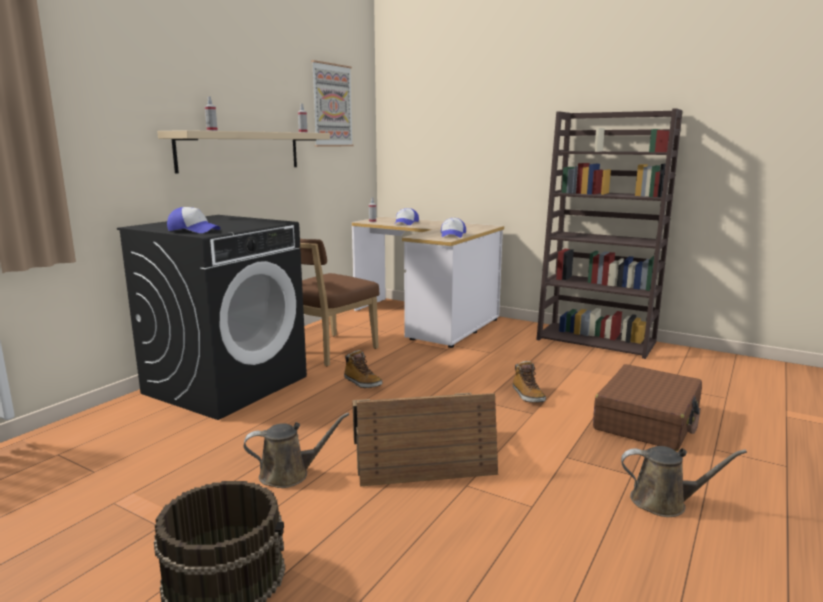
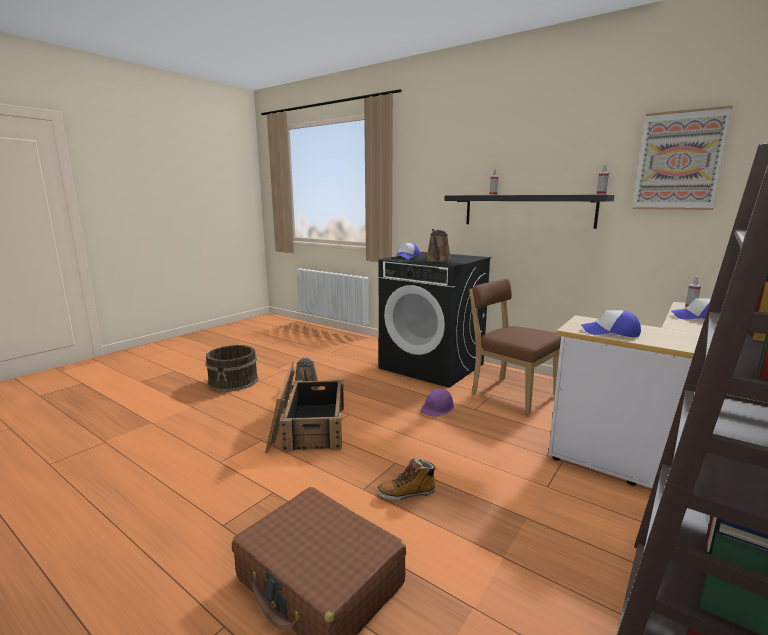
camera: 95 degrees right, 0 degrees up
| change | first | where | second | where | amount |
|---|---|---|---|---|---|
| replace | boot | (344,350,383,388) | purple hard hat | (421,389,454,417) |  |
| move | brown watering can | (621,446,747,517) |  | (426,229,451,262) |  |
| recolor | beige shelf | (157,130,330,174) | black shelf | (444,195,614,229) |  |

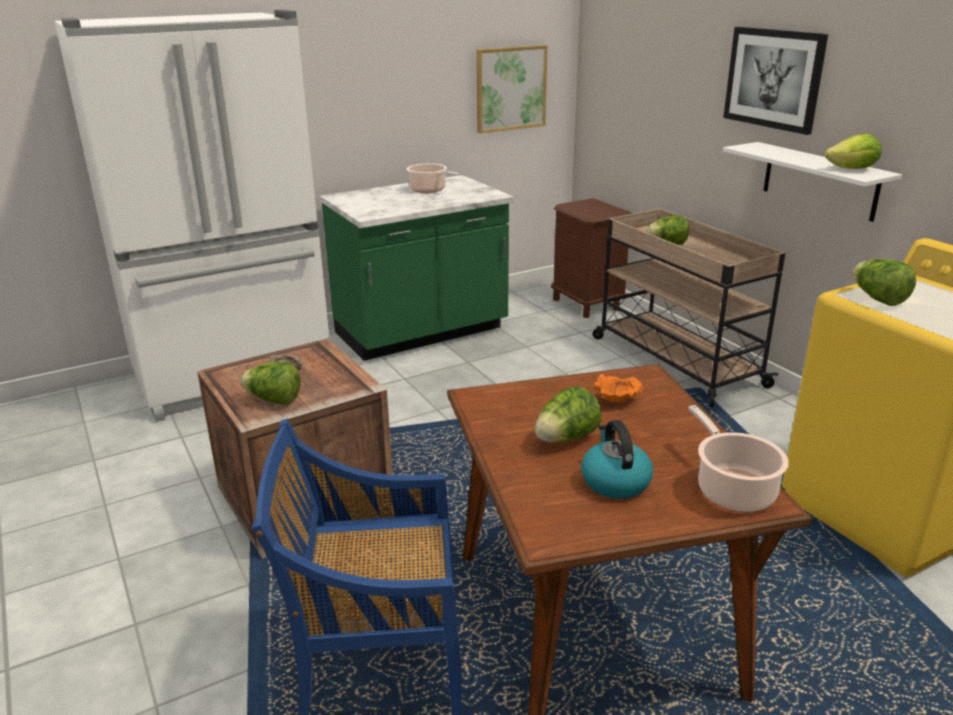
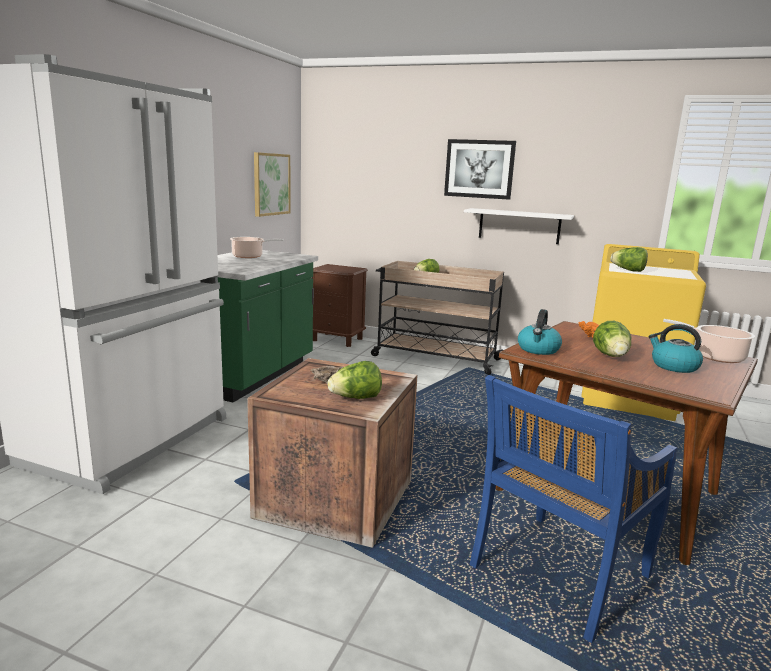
camera: 40 degrees left, 10 degrees down
| change | first | where | second | where | amount |
|---|---|---|---|---|---|
| insert |  |  | kettle | (518,309,562,355) |  |
| delete | lettuce | (824,134,882,169) |  |  |  |

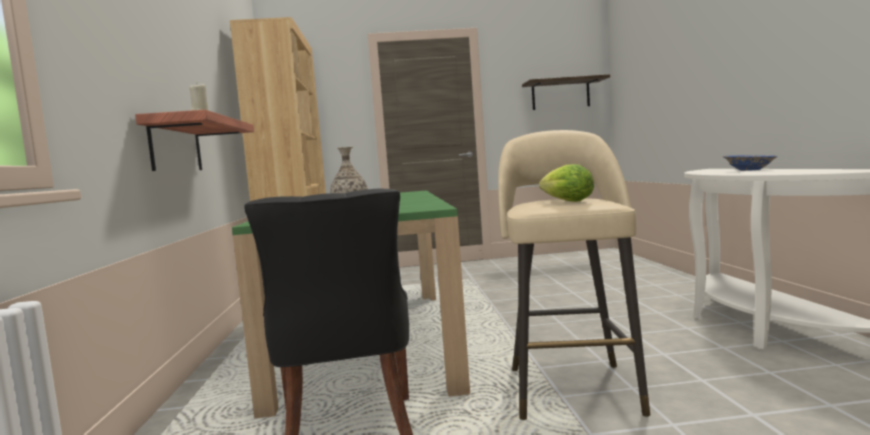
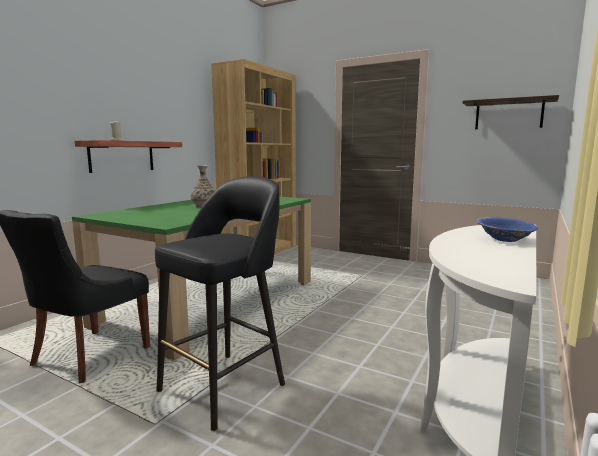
camera: 35 degrees right, 5 degrees up
| change | first | where | second | where | amount |
|---|---|---|---|---|---|
| recolor | beige stool | (498,130,650,420) | black stool | (155,176,285,431) |  |
| delete | lettuce | (539,164,594,202) |  |  |  |

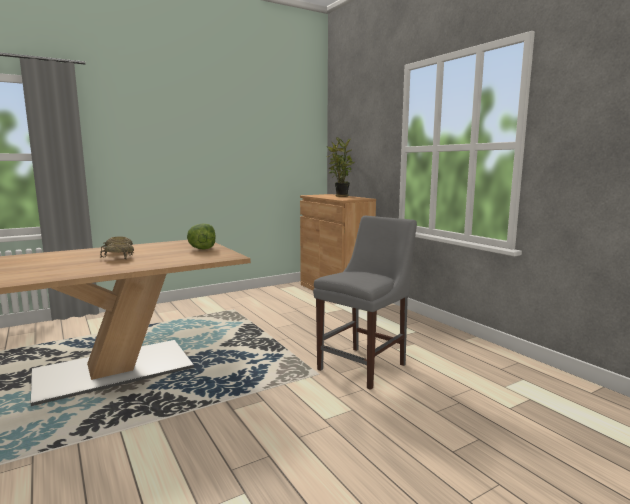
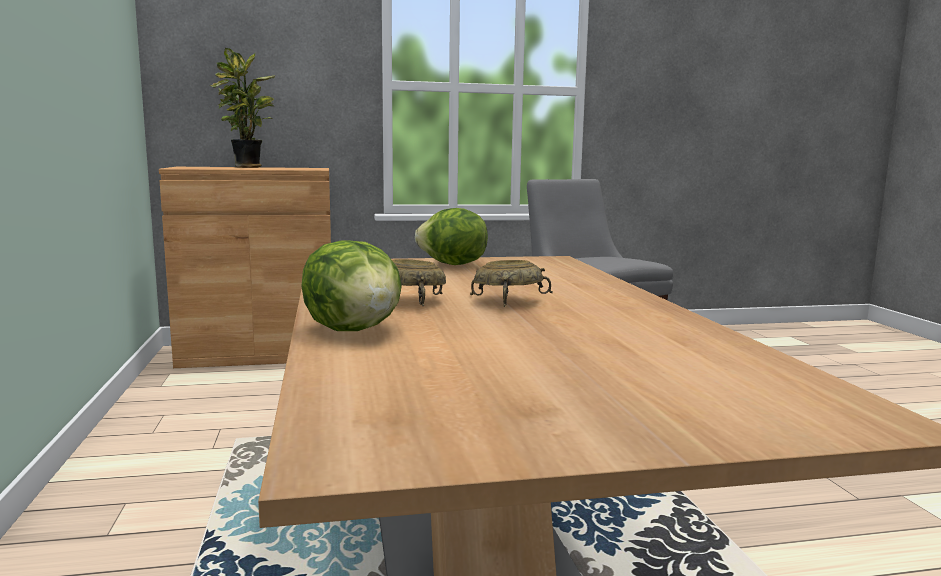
camera: 70 degrees left, 0 degrees up
| change | first | where | second | where | amount |
|---|---|---|---|---|---|
| insert |  |  | lettuce | (302,240,402,331) |  |

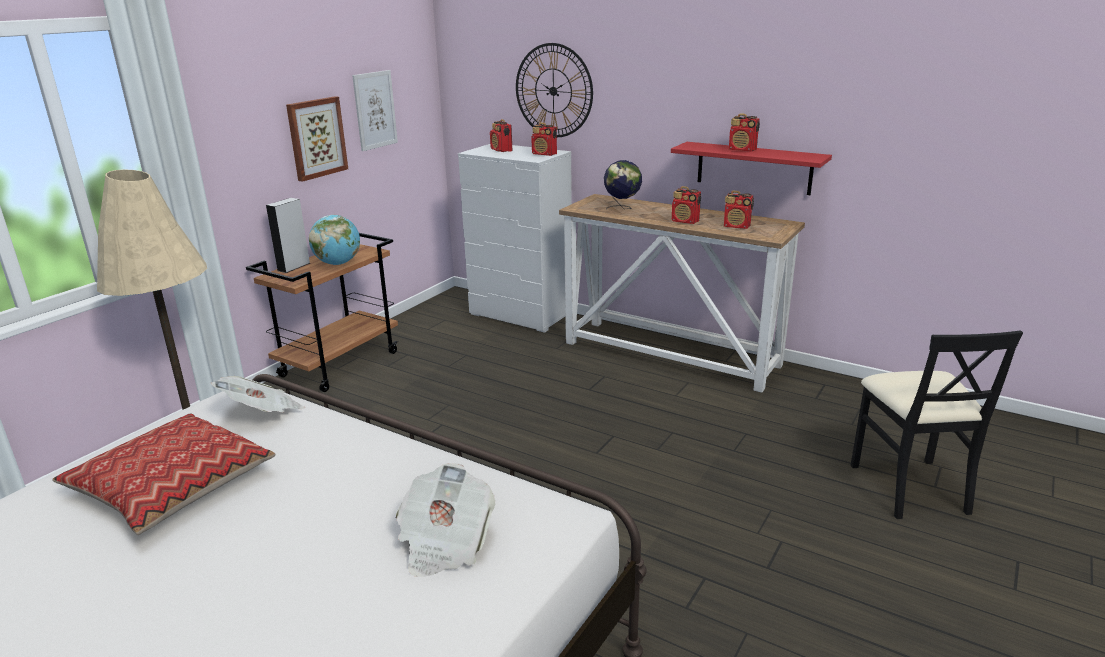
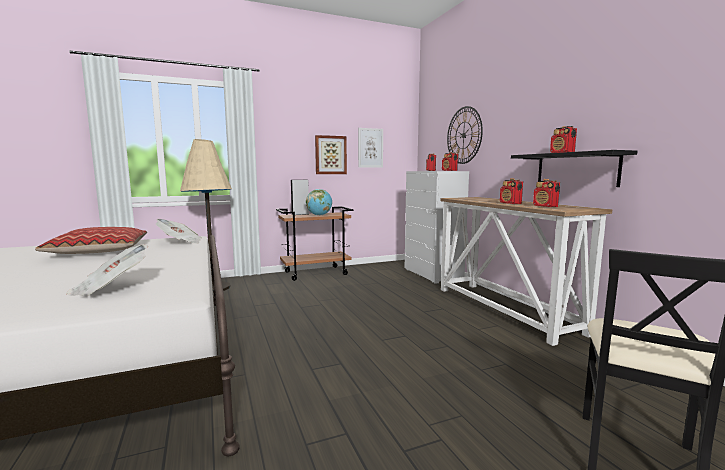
camera: 35 degrees right, 15 degrees down
| change | first | where | second | where | amount |
|---|---|---|---|---|---|
| recolor | red shelf | (671,142,832,195) | black shelf | (511,150,638,187) |  |
| delete | globe | (604,160,642,210) |  |  |  |

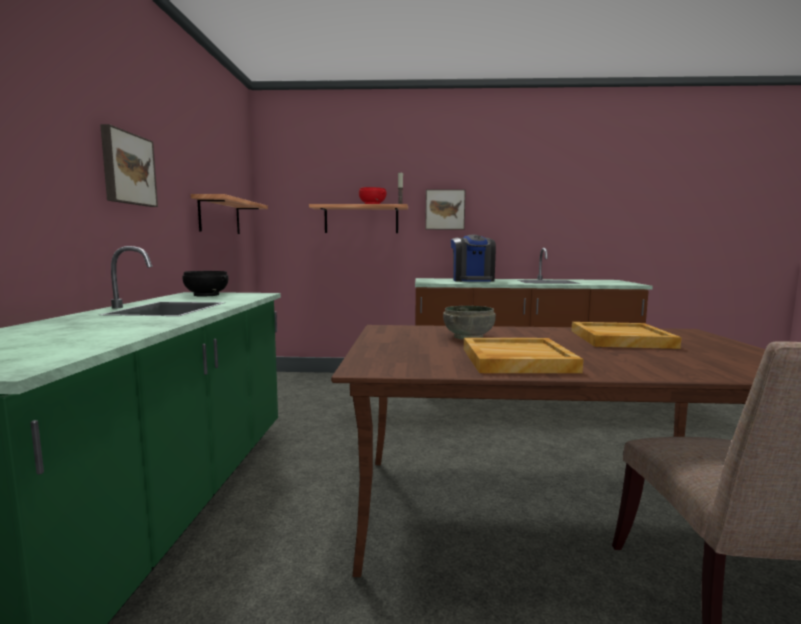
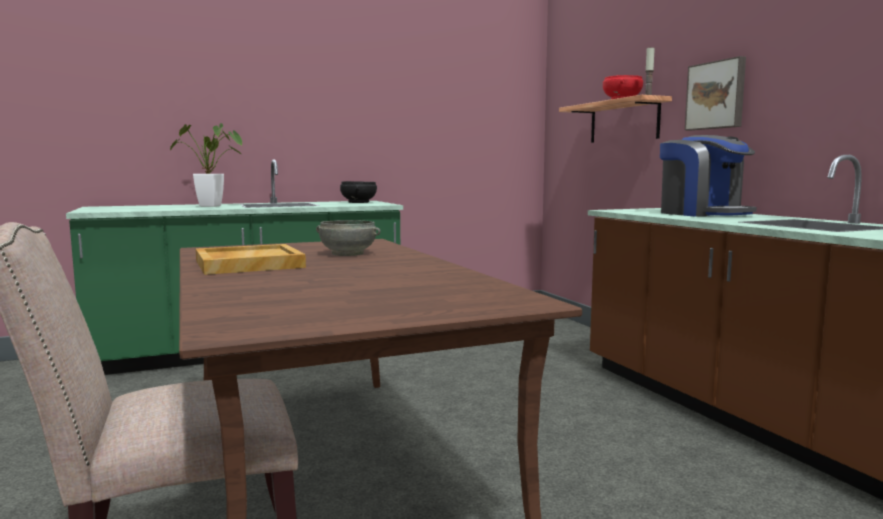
camera: 65 degrees right, 0 degrees up
| change | first | where | second | where | amount |
|---|---|---|---|---|---|
| insert |  |  | potted plant | (170,123,242,207) |  |
| rotate | coffee machine | (451,235,496,282) |  | (660,135,757,217) | 90 degrees counterclockwise |
| delete | picture | (100,124,158,207) |  |  |  |
| delete | shelf | (191,194,268,234) |  |  |  |
| delete | beige tray | (571,322,682,349) |  |  |  |

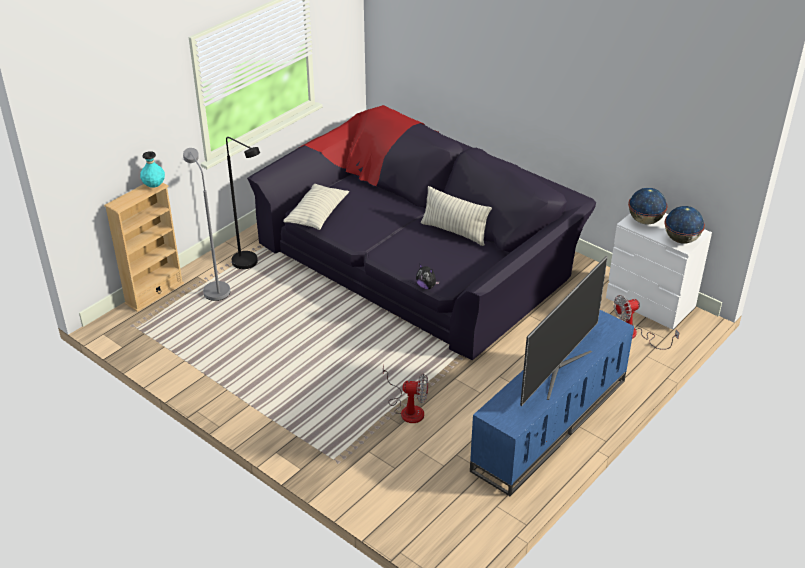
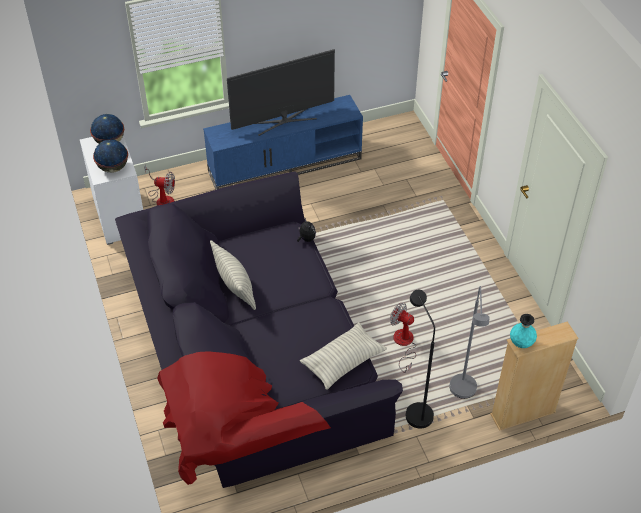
camera: 150 degrees left, 10 degrees up
| change | first | where | second | where | amount |
|---|---|---|---|---|---|
| move | fan | (383,365,428,423) |  | (390,302,416,373) |  |

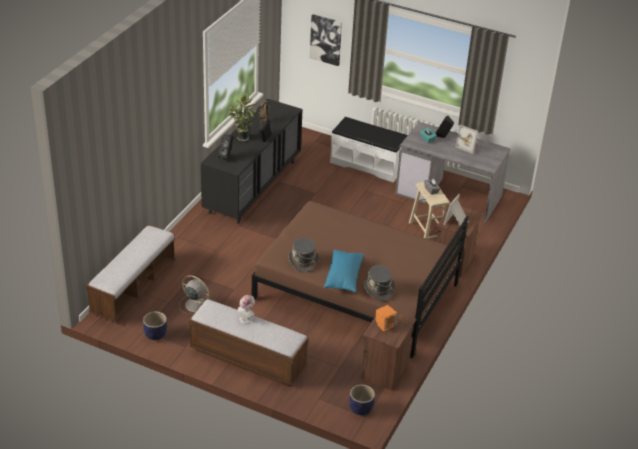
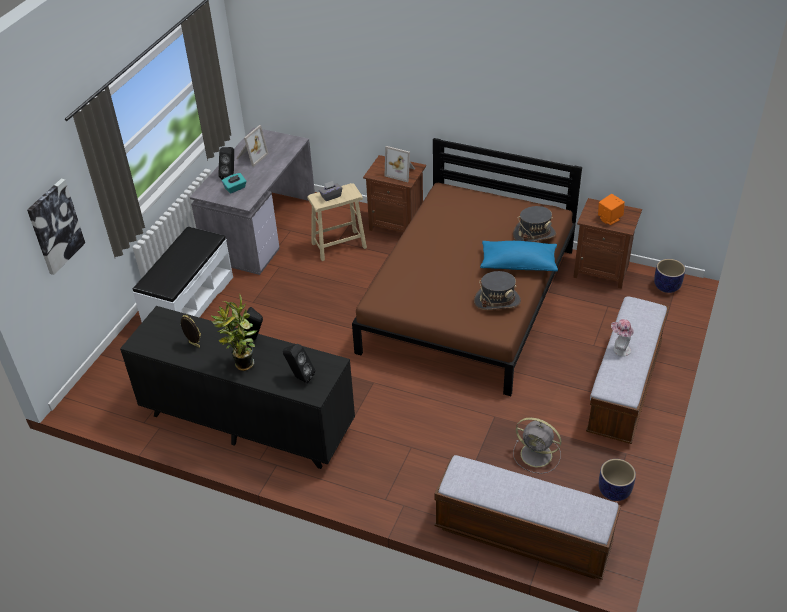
camera: 90 degrees left, 5 degrees up
| change | first | where | second | where | amount |
|---|---|---|---|---|---|
| rotate | grey fan | (179,275,210,314) |  | (513,417,561,474) | 90 degrees counterclockwise |

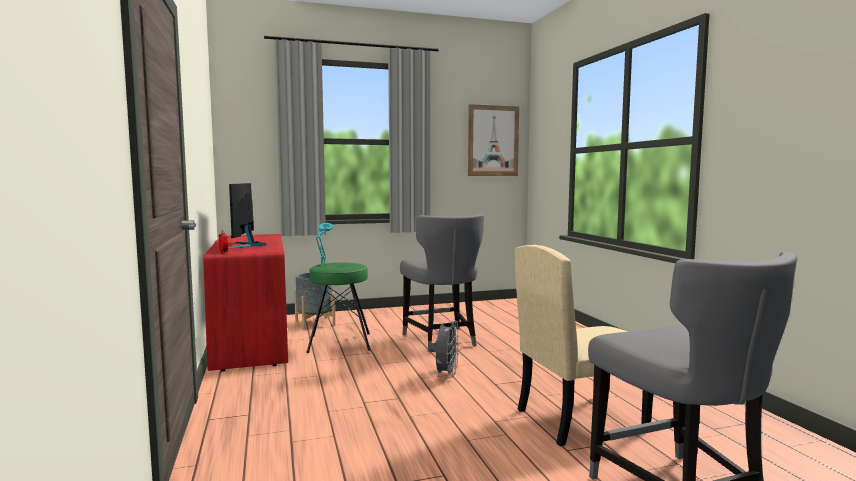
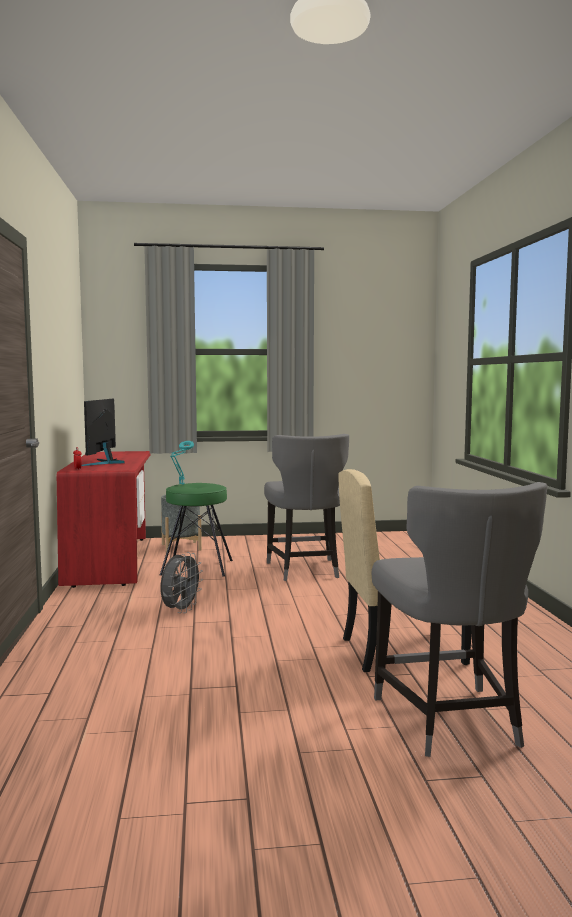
camera: 10 degrees right, 0 degrees up
| change | first | where | second | where | amount |
|---|---|---|---|---|---|
| move | grey fan | (430,321,460,378) |  | (160,552,203,613) |  |
| delete | picture | (468,104,519,176) |  |  |  |

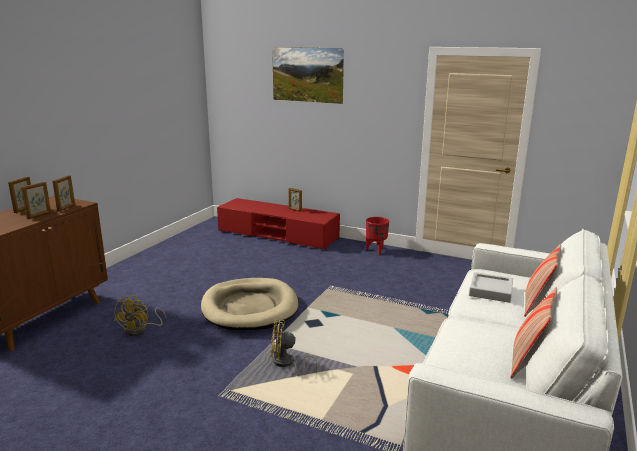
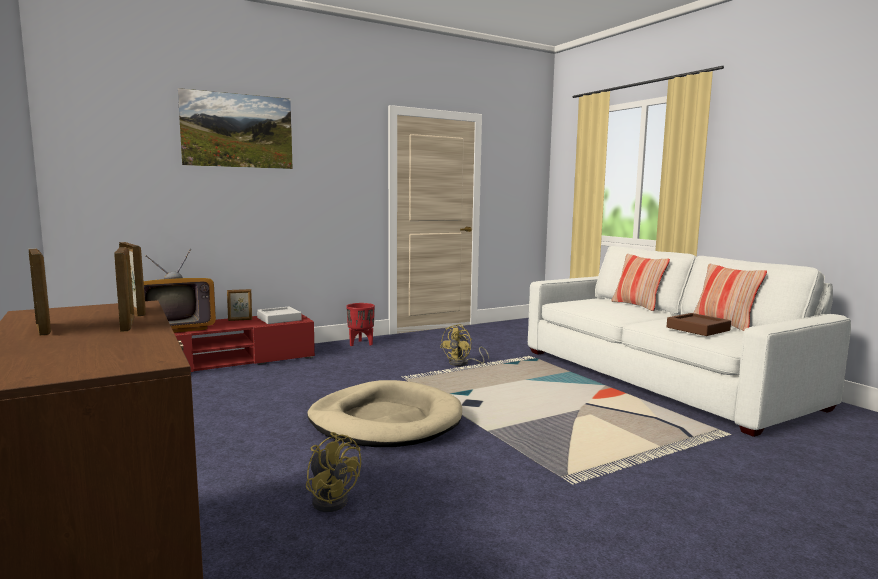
camera: 55 degrees left, 10 degrees down
| change | first | where | second | where | amount |
|---|---|---|---|---|---|
| insert |  |  | television | (144,249,216,333) |  |
| move | grey tray | (469,272,513,303) |  | (257,307,302,324) |  |
| move | yellow fan | (271,320,318,374) |  | (440,324,489,366) |  |
| insert |  |  | brown tray | (667,313,731,336) |  |

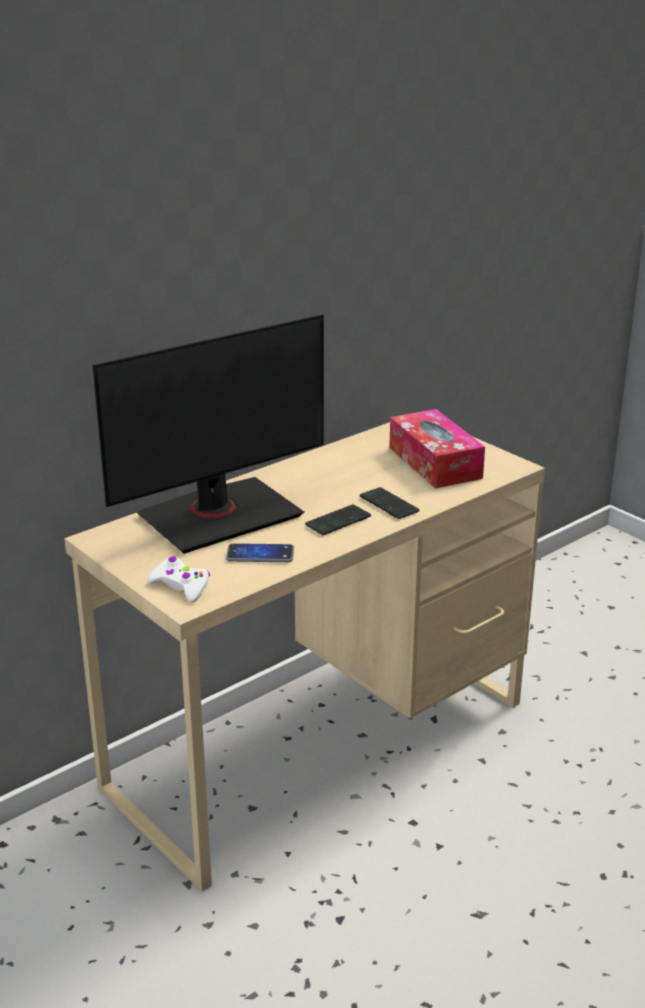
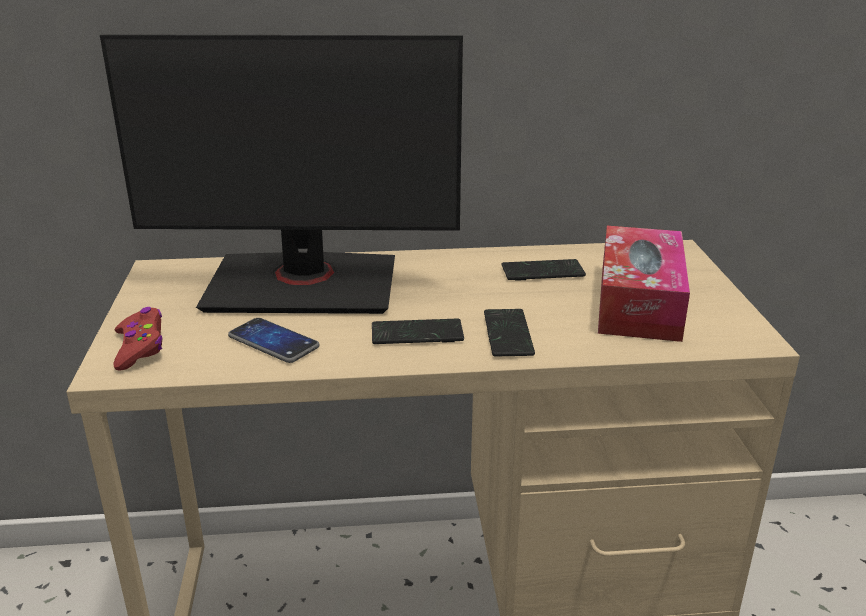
camera: 35 degrees right, 0 degrees up
| change | first | where | second | where | amount |
|---|---|---|---|---|---|
| recolor | white game controller | (147,556,210,603) | red game controller | (113,307,163,370) |  |
| insert |  |  | phone | (502,259,586,281) |  |

